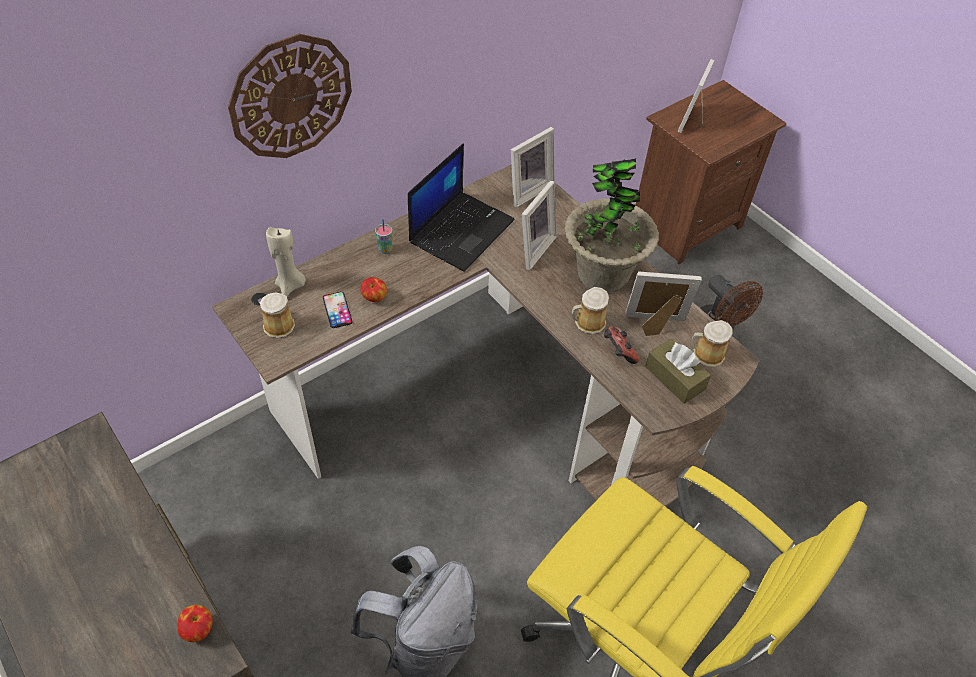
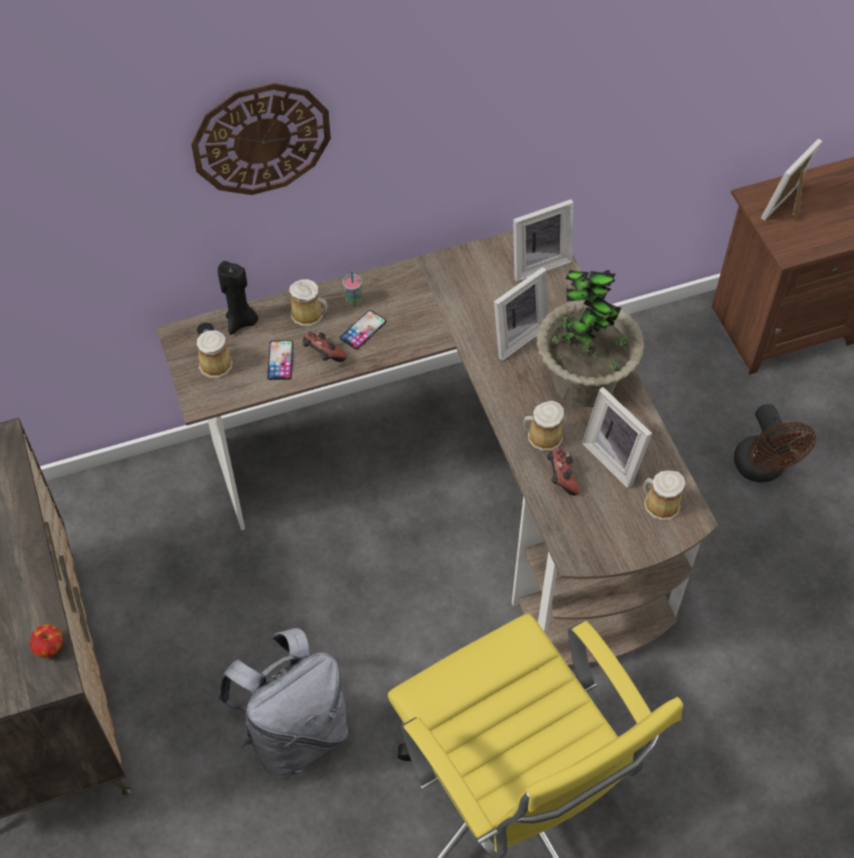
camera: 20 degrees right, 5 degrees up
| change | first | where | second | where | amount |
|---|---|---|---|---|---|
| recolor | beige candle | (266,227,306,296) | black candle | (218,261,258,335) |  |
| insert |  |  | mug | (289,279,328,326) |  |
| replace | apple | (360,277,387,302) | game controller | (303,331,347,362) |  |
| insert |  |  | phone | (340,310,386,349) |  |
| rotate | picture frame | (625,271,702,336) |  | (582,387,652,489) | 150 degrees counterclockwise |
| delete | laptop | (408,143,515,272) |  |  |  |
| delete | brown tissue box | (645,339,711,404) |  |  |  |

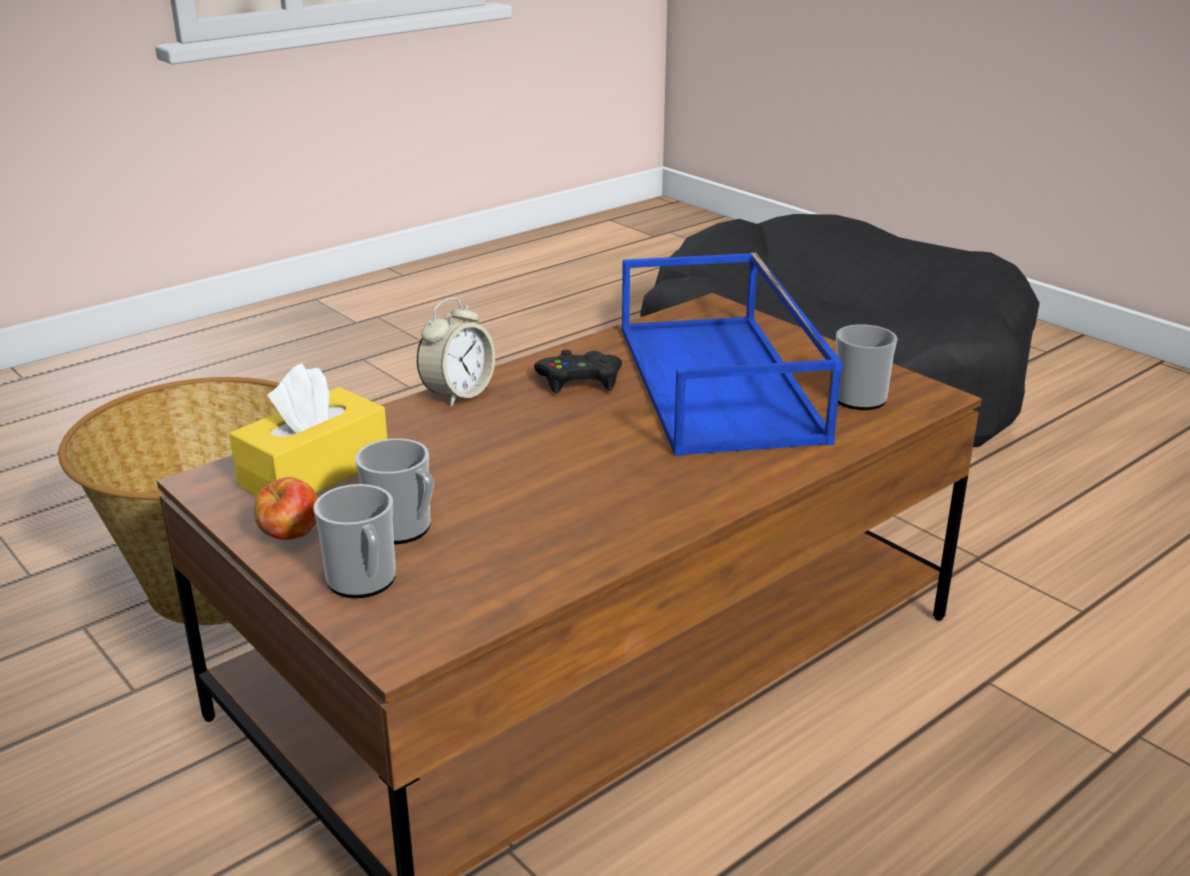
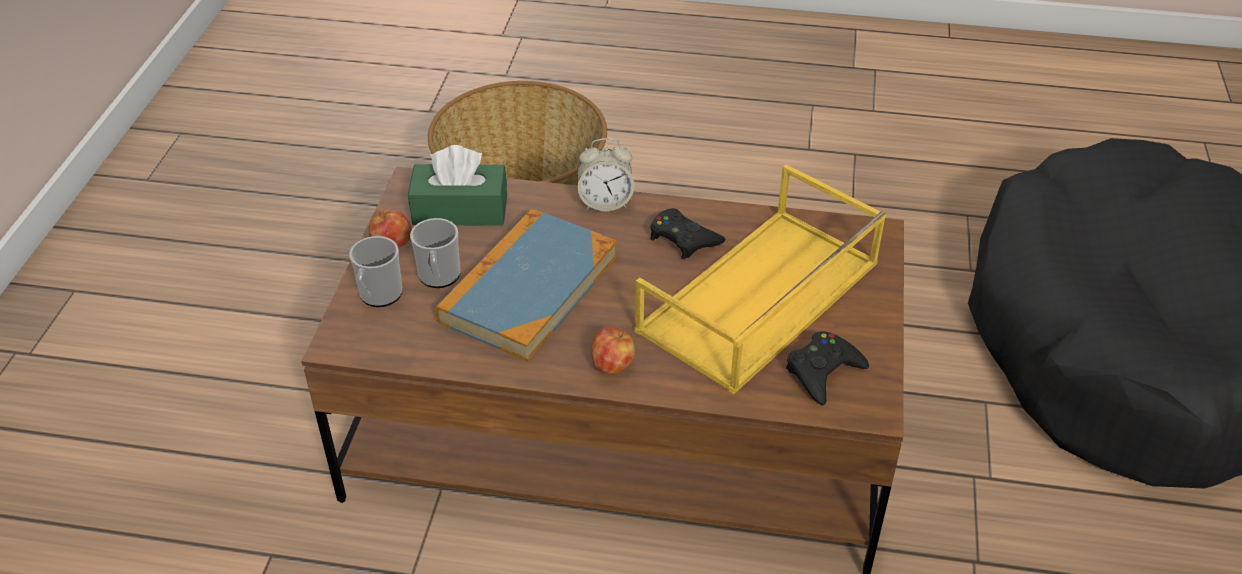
camera: 50 degrees right, 15 degrees up
| change | first | where | second | where | amount |
|---|---|---|---|---|---|
| recolor | yellow tissue box | (229,363,388,496) | green tissue box | (408,145,507,226) |  |
| insert |  |  | book | (435,209,617,361) |  |
| insert |  |  | apple | (591,327,635,374) |  |
| recolor | blue tray | (621,253,843,456) | yellow tray | (634,164,886,394) |  |
| replace | mug | (836,324,897,410) | black game controller | (786,331,869,405) |  |

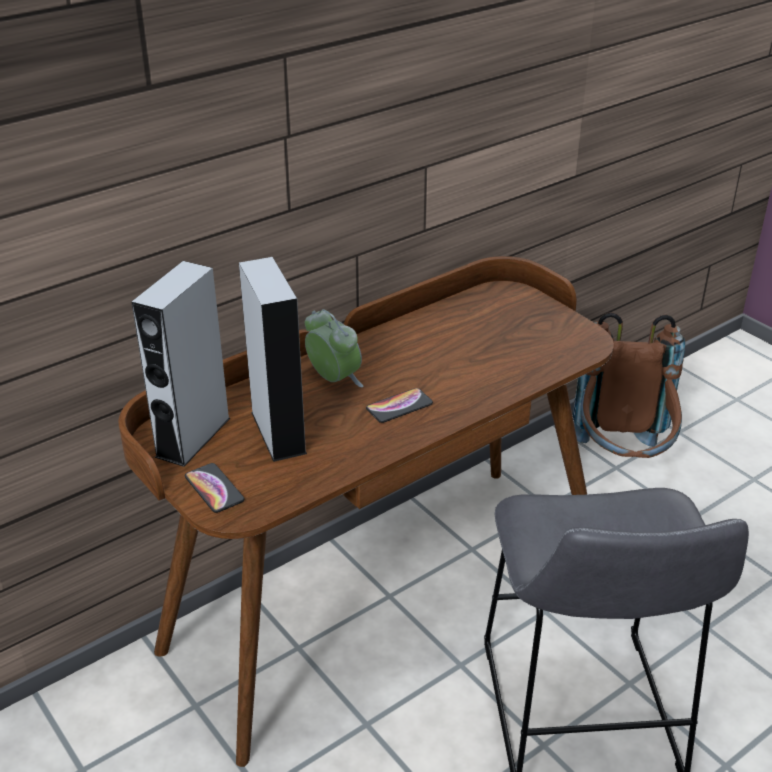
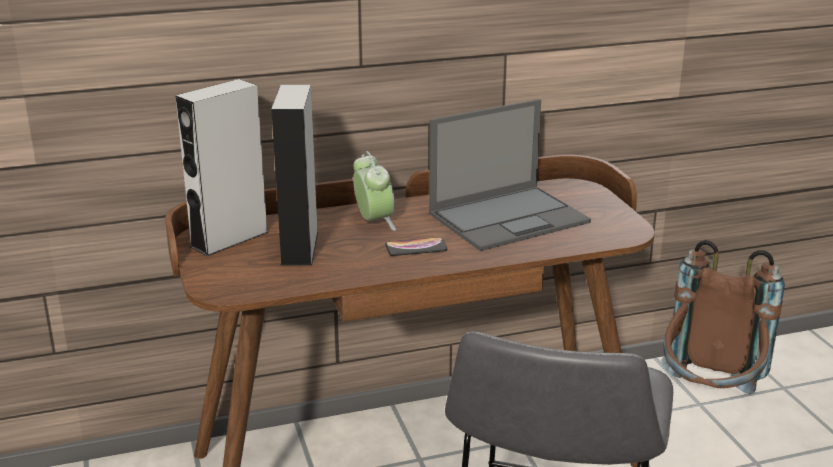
camera: 20 degrees right, 10 degrees down
| change | first | where | second | where | amount |
|---|---|---|---|---|---|
| insert |  |  | laptop | (429,99,591,251) |  |
| delete | phone | (185,463,244,513) |  |  |  |

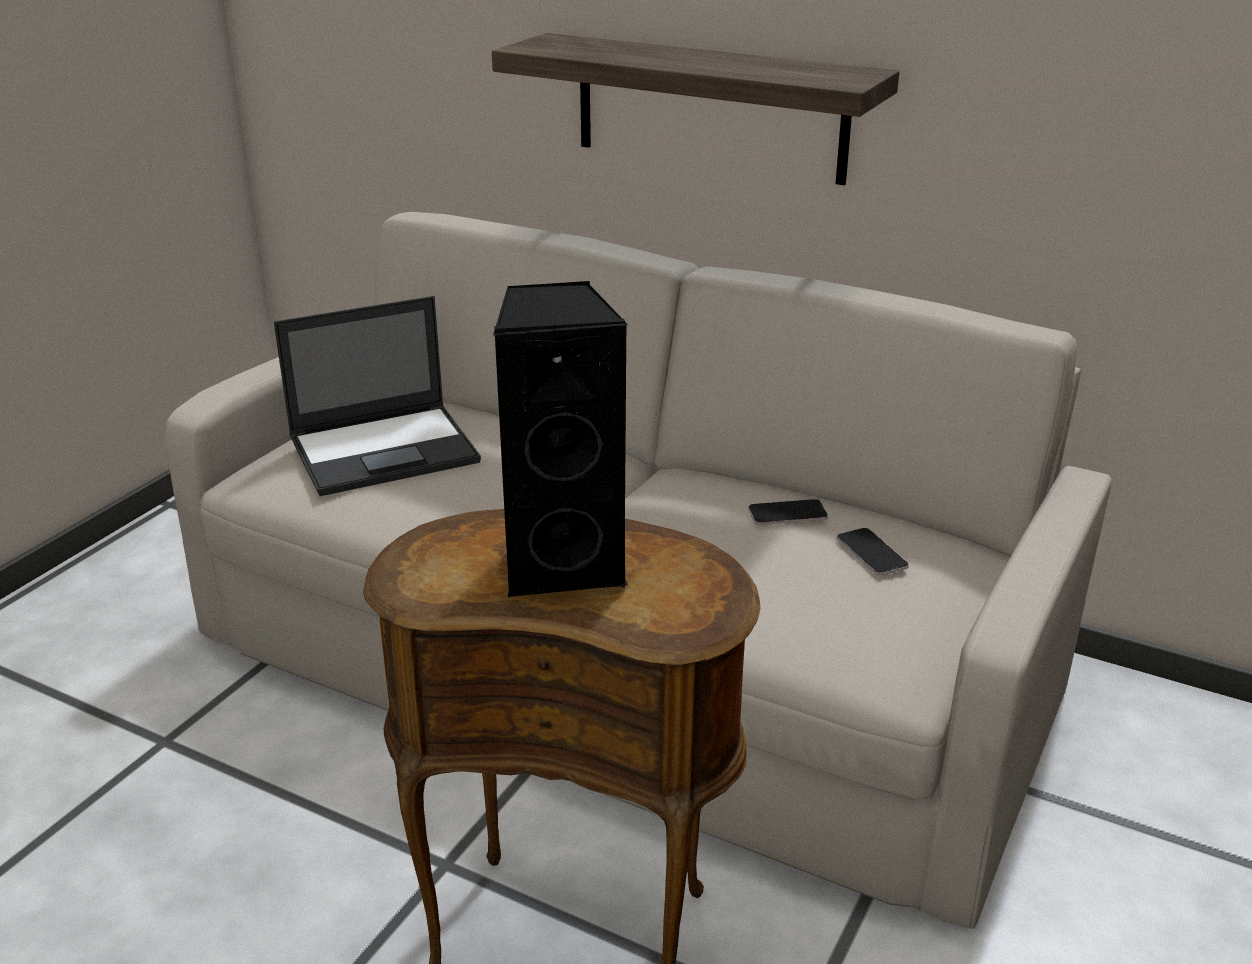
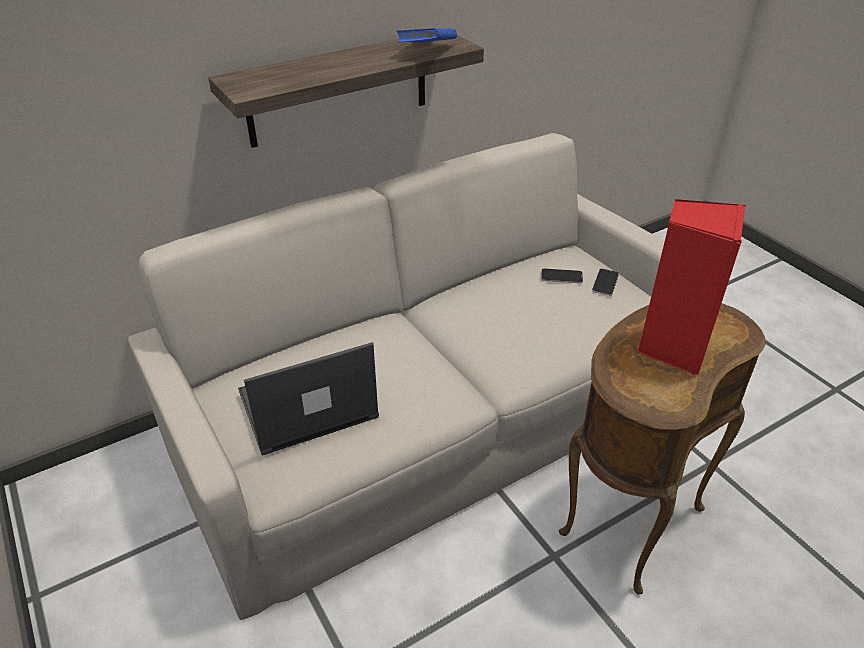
camera: 60 degrees left, 10 degrees up
| change | first | where | second | where | amount |
|---|---|---|---|---|---|
| rotate | laptop | (274,296,481,496) |  | (238,342,379,455) | 120 degrees counterclockwise |
| insert |  |  | blue book | (396,28,457,43) |  |
| move | phone | (748,499,828,525) |  | (592,269,619,296) |  |
| recolor | black speaker | (493,281,628,598) | red speaker | (638,199,746,376) |  |

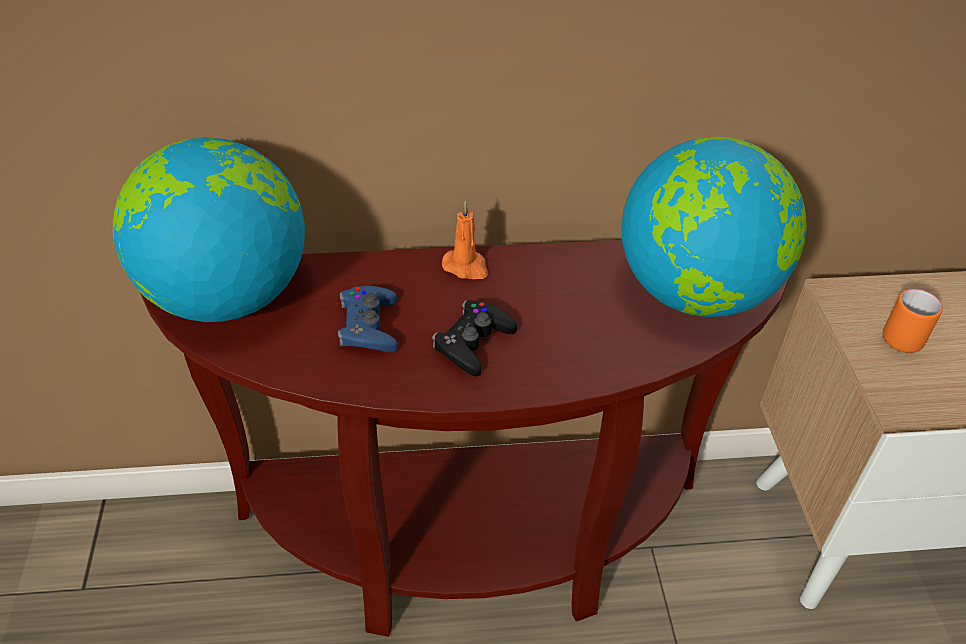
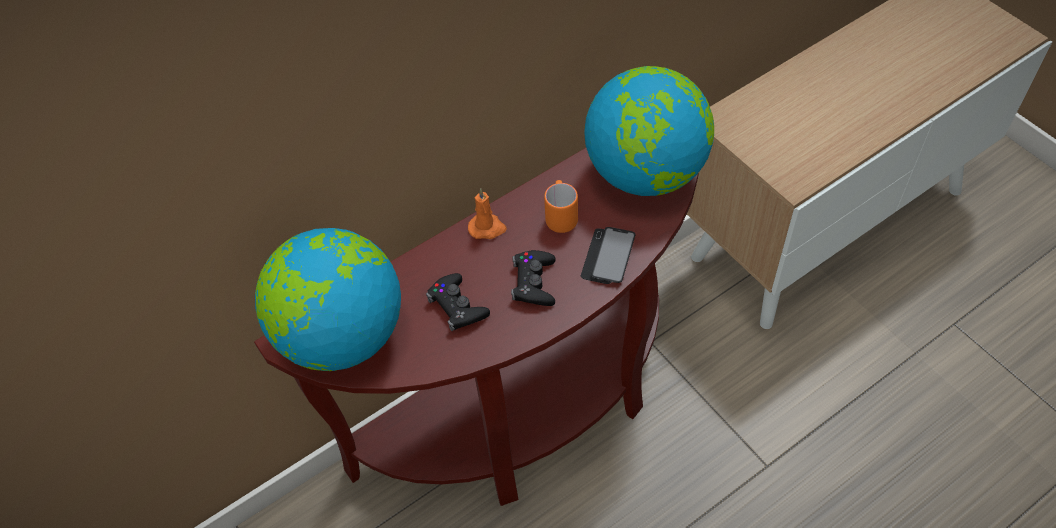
camera: 25 degrees left, 10 degrees up
| change | first | where | second | where | amount |
|---|---|---|---|---|---|
| recolor | blue game controller | (338,286,398,352) | black game controller | (426,273,490,331) |  |
| move | orange mug | (883,289,943,353) |  | (544,180,578,233) |  |
| insert |  |  | phone | (581,227,636,284) |  |

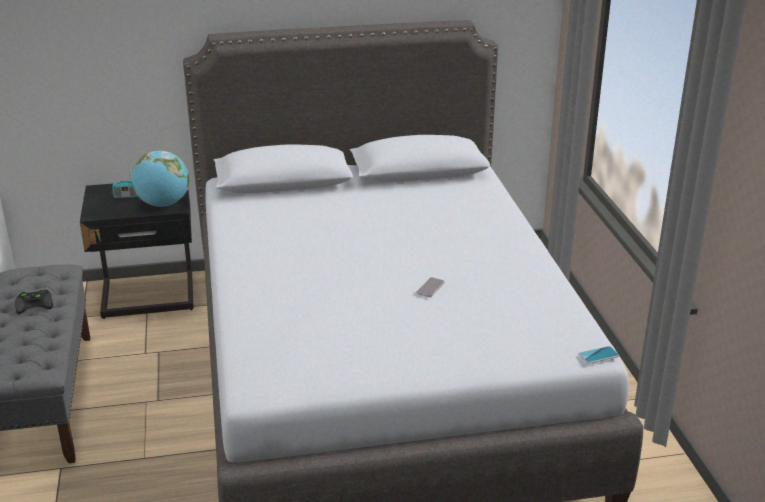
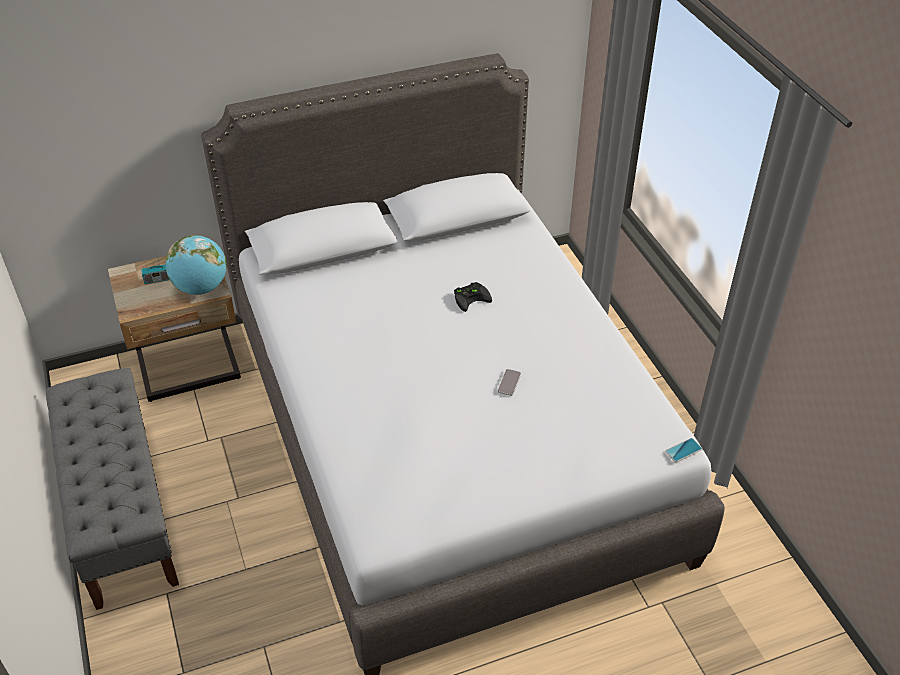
camera: 10 degrees left, 15 degrees up
| change | first | where | second | where | amount |
|---|---|---|---|---|---|
| recolor | black nightstand | (80,184,194,319) | beige nightstand | (108,256,241,402) |  |
| move | black game controller | (15,290,53,314) |  | (454,282,492,312) |  |

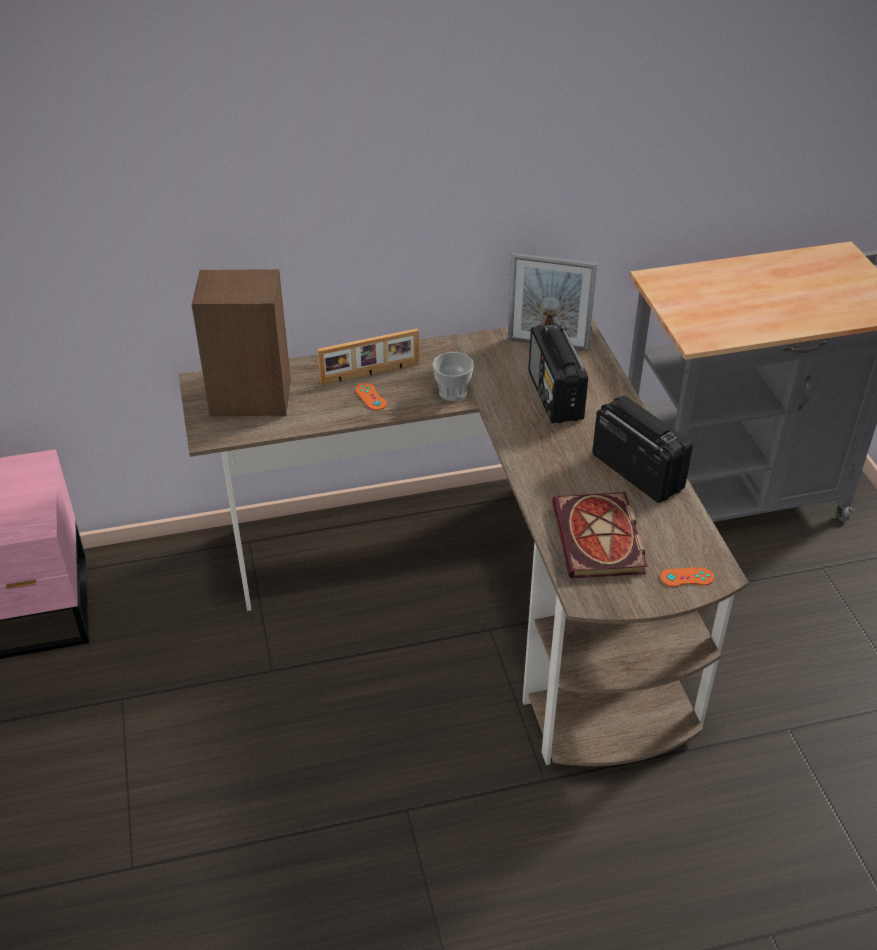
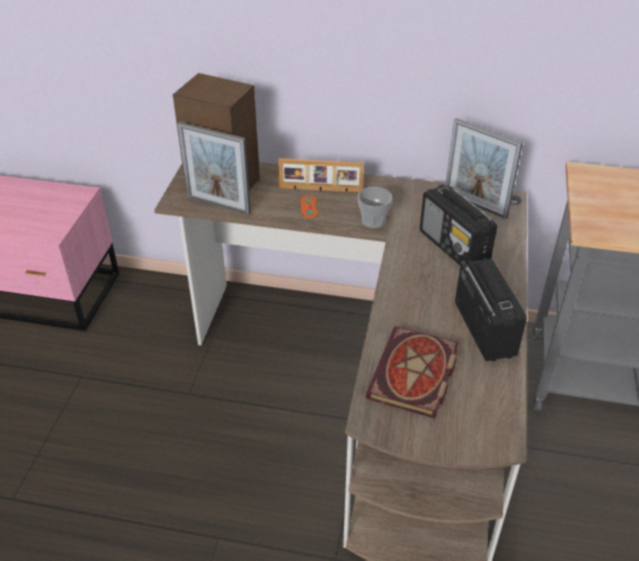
camera: 25 degrees right, 0 degrees up
| change | first | where | second | where | amount |
|---|---|---|---|---|---|
| insert |  |  | picture frame | (178,122,251,215) |  |
| rotate | radio | (529,323,588,423) |  | (420,185,497,266) | 45 degrees counterclockwise |
| delete | orange game controller | (660,567,714,587) |  |  |  |

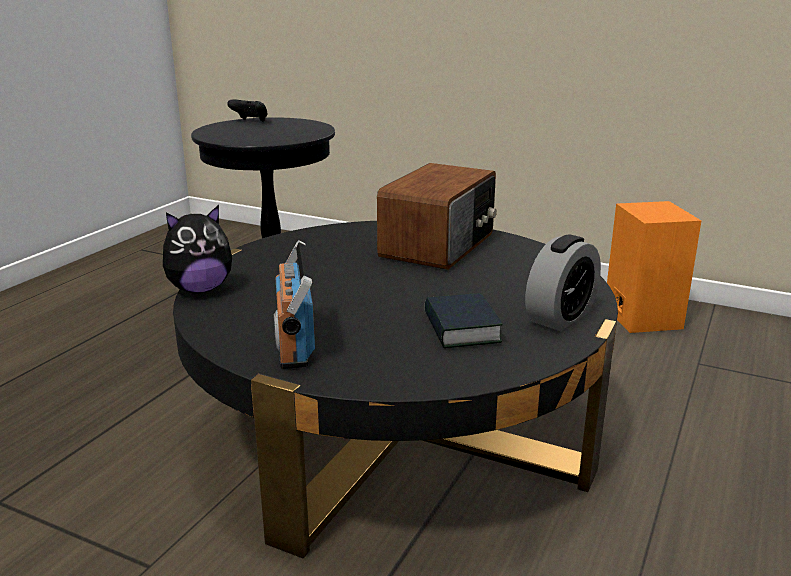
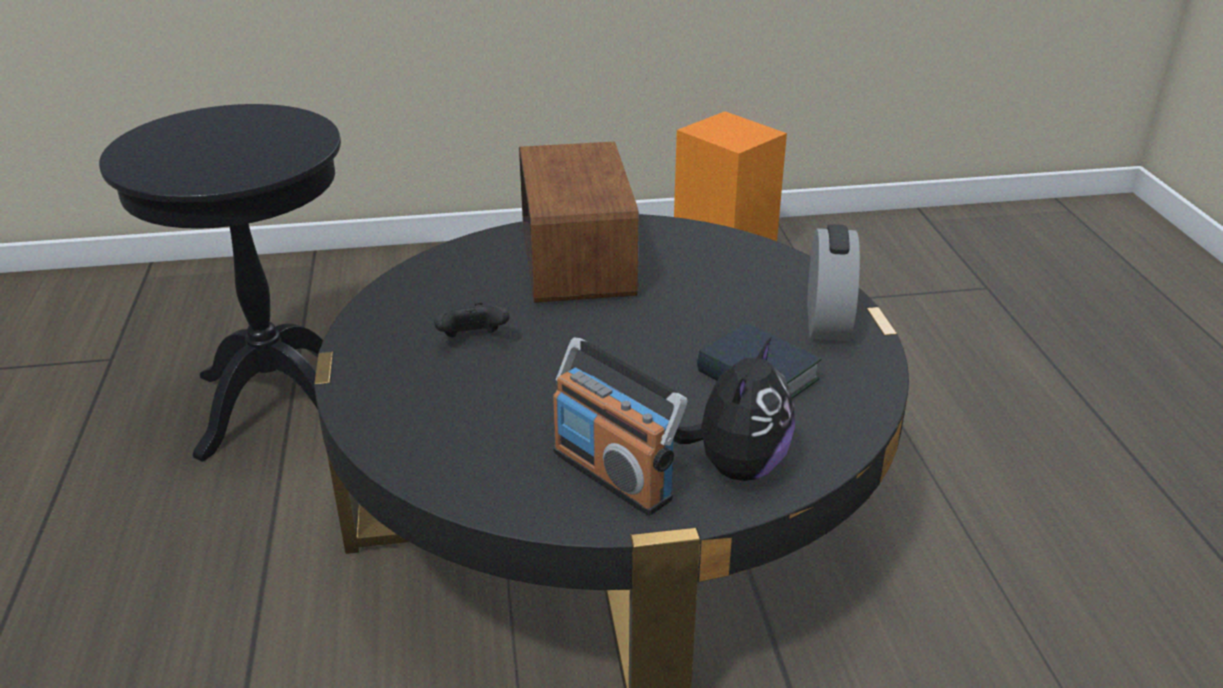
camera: 35 degrees left, 10 degrees up
| change | first | where | second | where | amount |
|---|---|---|---|---|---|
| move | black game controller | (227,99,268,122) |  | (434,302,510,337) |  |
| move | plush toy | (163,205,232,293) |  | (674,336,795,481) |  |

